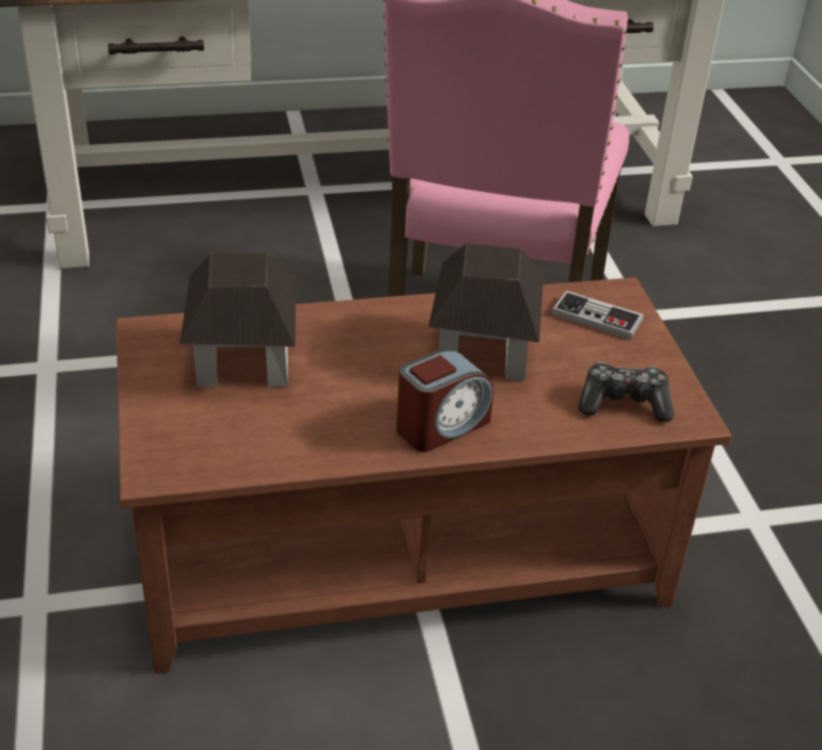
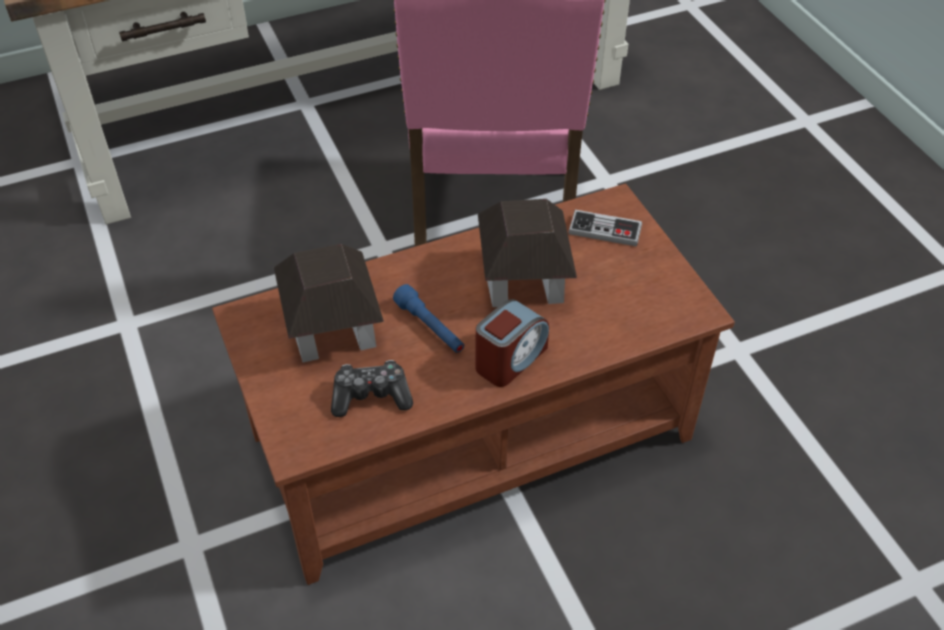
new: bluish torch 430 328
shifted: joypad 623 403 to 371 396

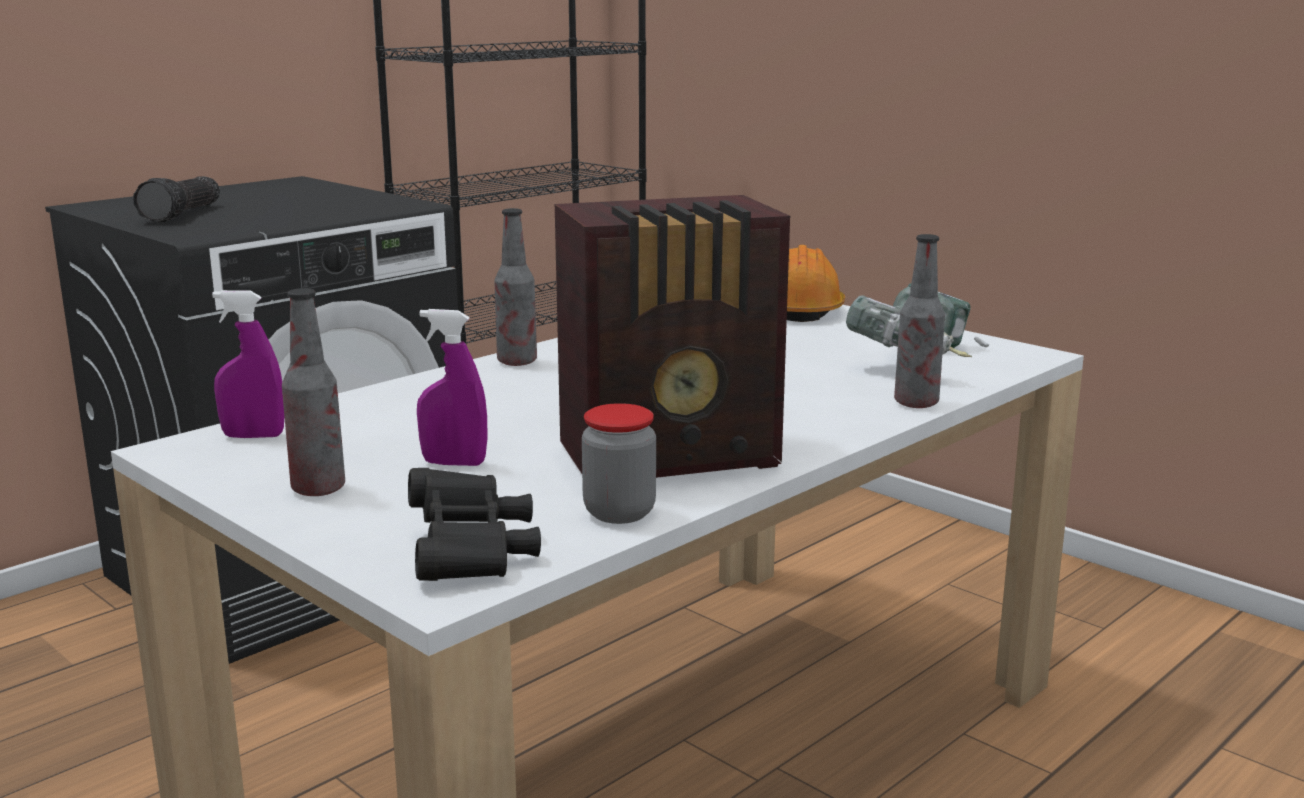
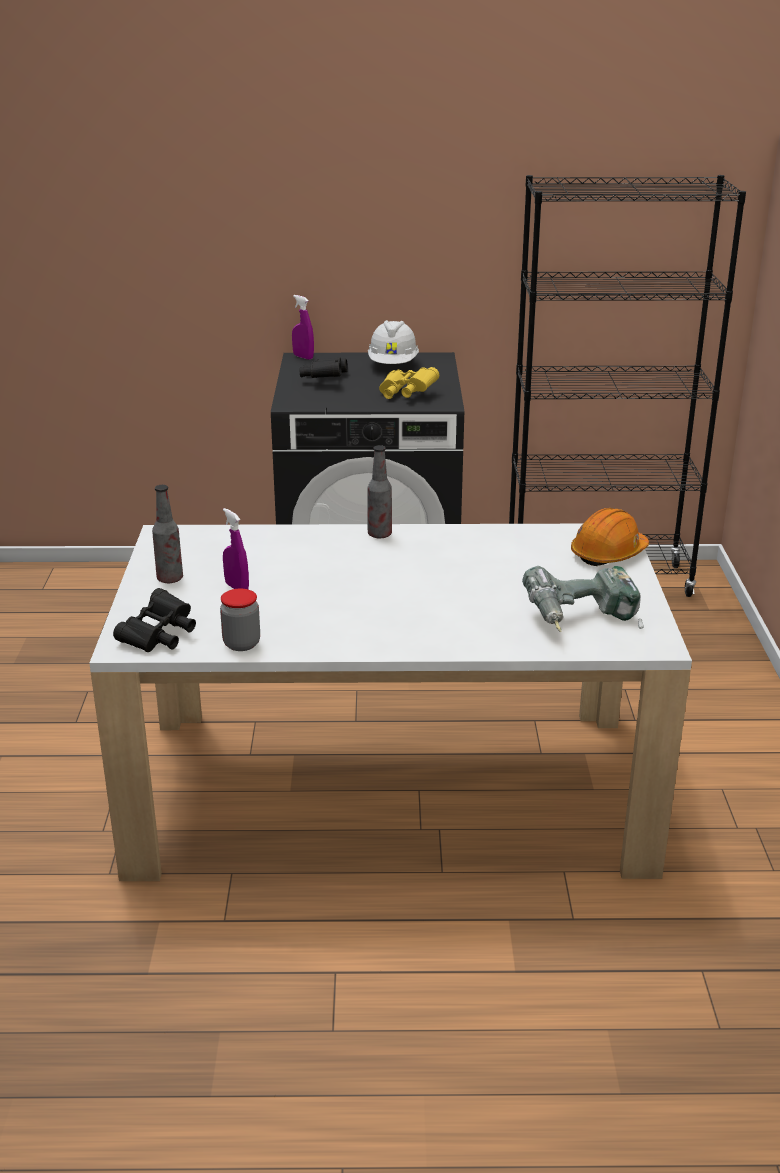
gone: radio 674 456; bottle 916 403
new: white-coloured safety helmet 393 365; yellow-coloured field glasses 405 394
shifted: purple-coloured sprayer 253 436 to 303 357
swapped: torch 184 214 to black field glasses 324 380

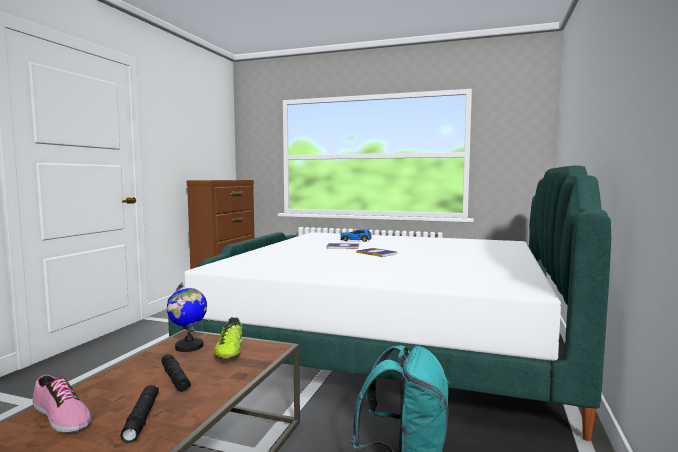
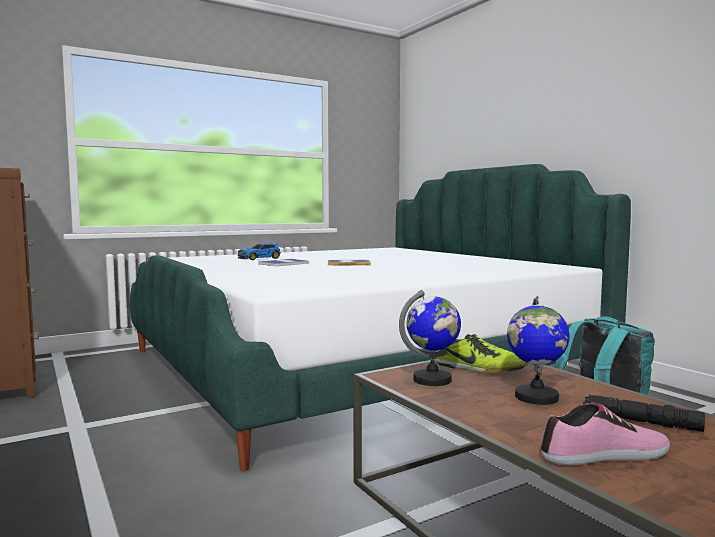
swapped: black torch 175 378 to world globe 536 397

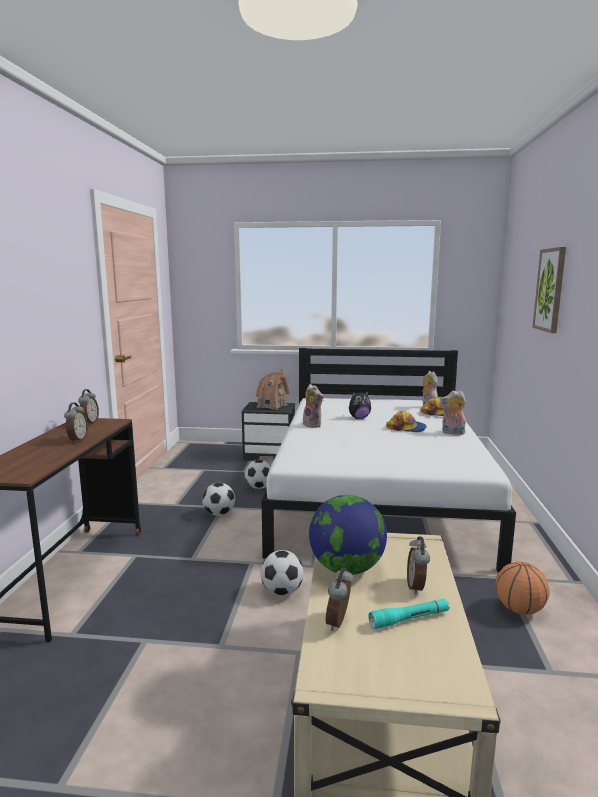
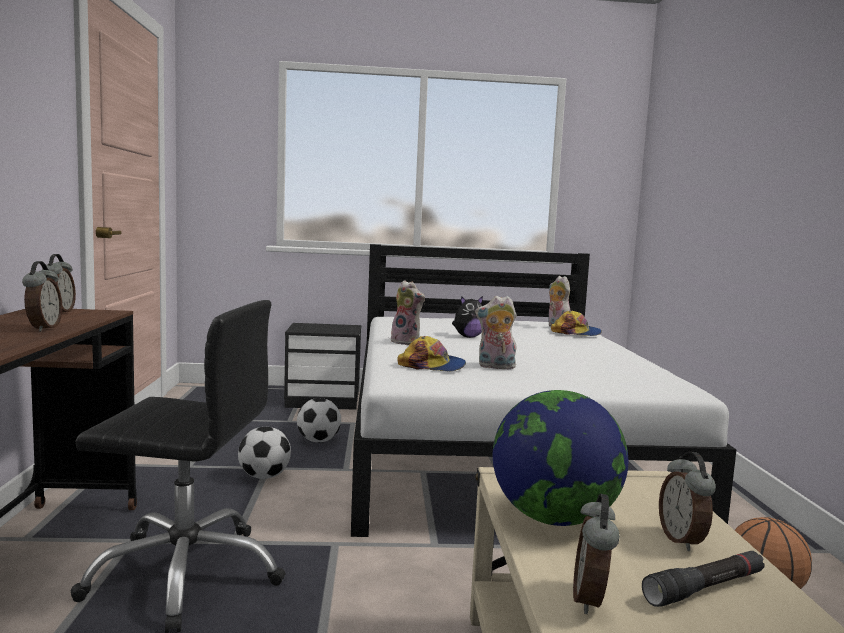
gone: wall art 550 290; toy house 272 406; football ball 282 591
new: black desk chair 186 574
shifted: plush toy 452 433 to 495 367; baseball cap 406 428 to 432 365
repainted: turquoise torch 409 619 to black torch 705 588

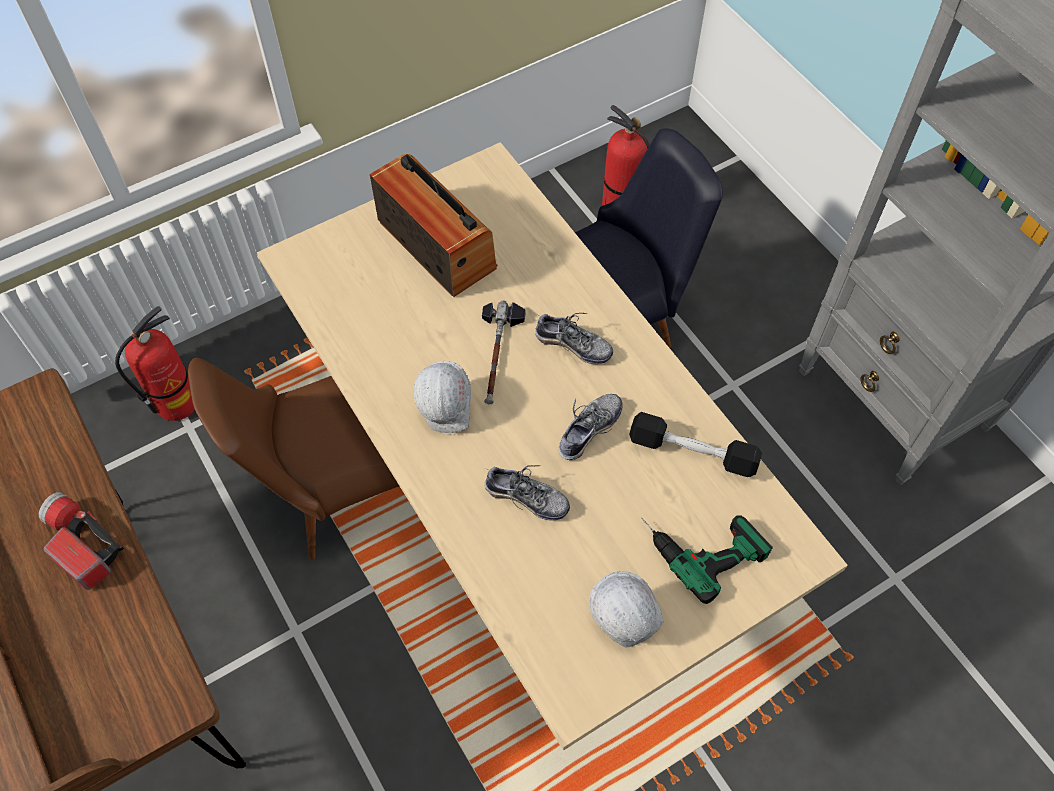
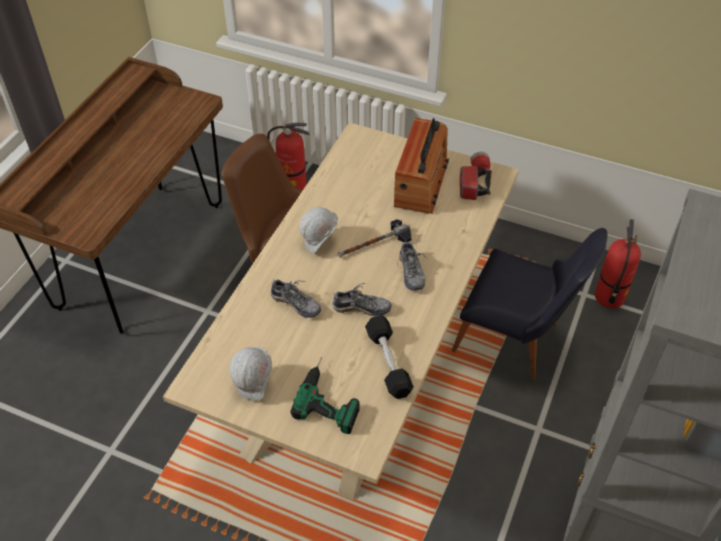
shifted: torch 81 545 to 475 182
rotated: shoe 527 498 = 296 304 45 degrees counterclockwise

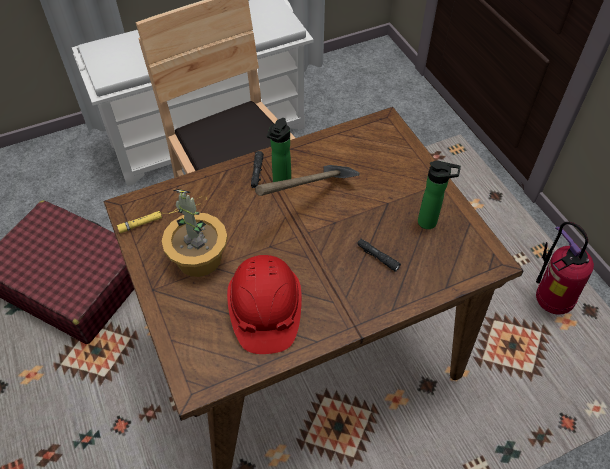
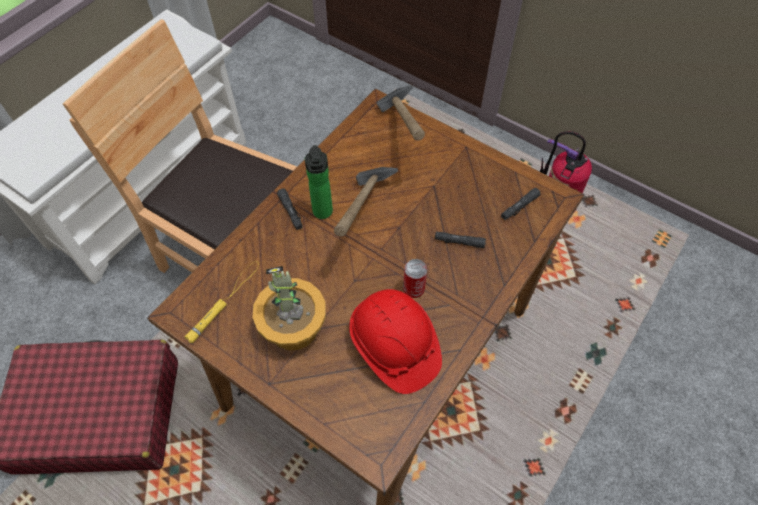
gone: bottle 430 222
new: hammer 403 138; black torch 519 207; can 413 289

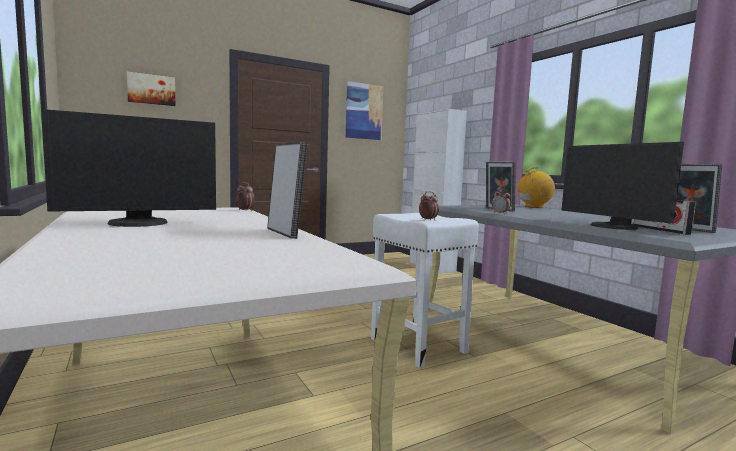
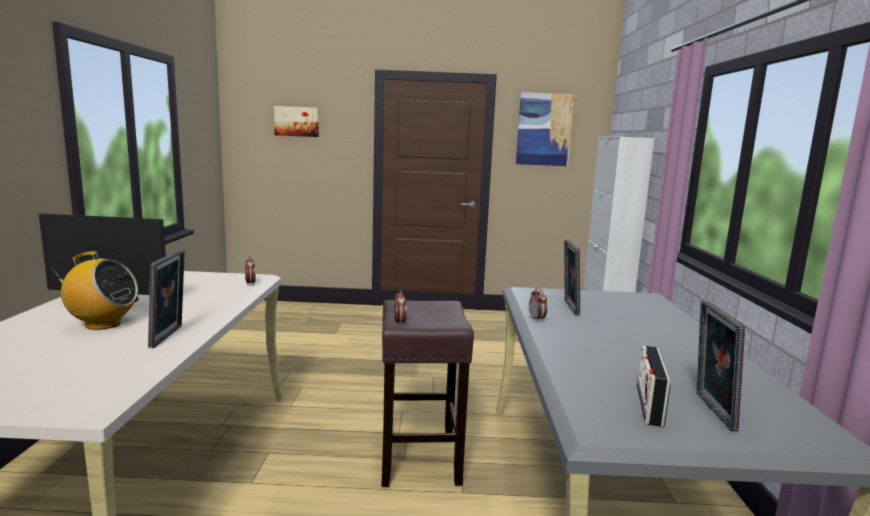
gone: monitor 612 227
shifted: radio 534 207 to 102 324
repainted: white-coloured stool seat 416 345 to brown stool seat 419 457

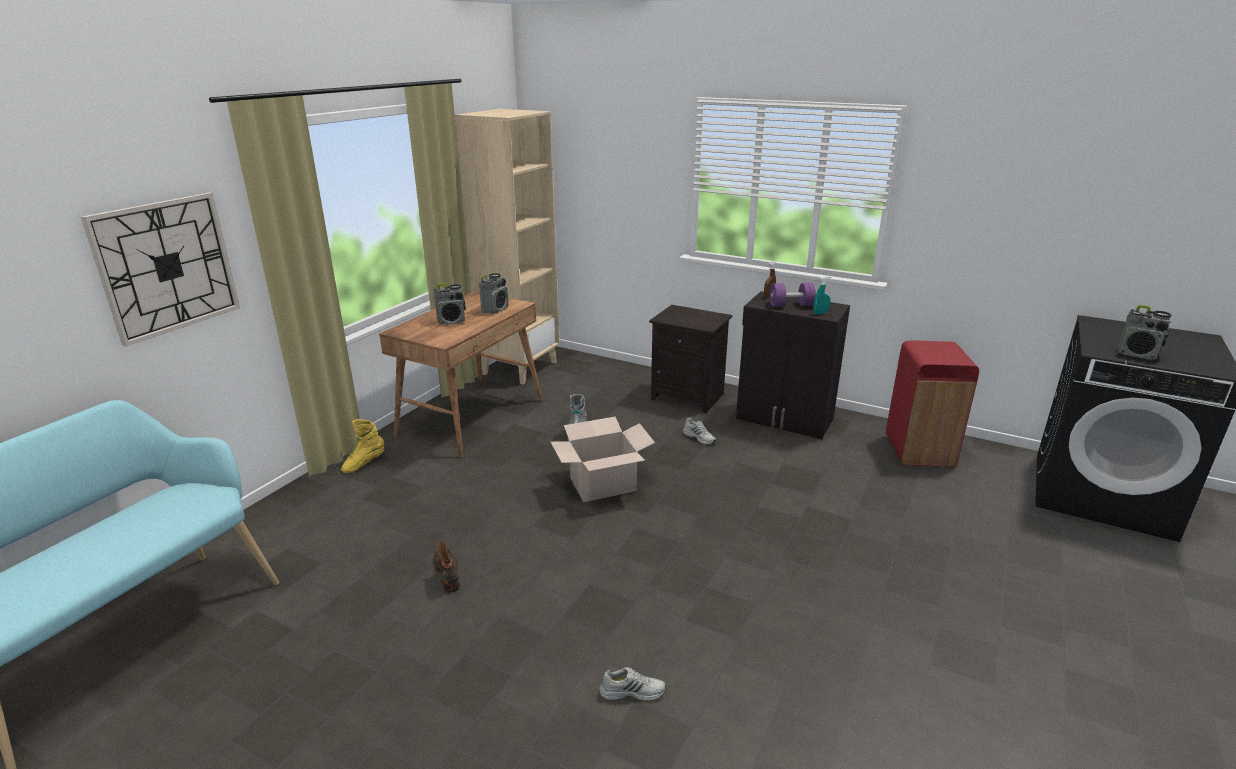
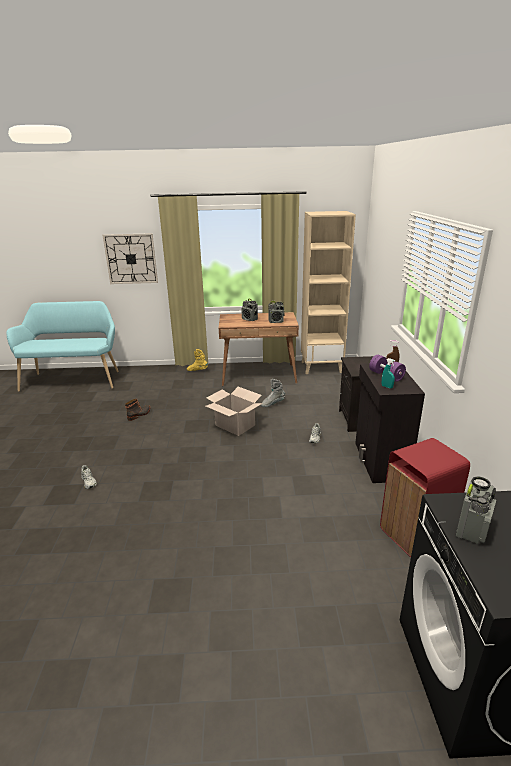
rotated: radio 1137 354 = 472 529 150 degrees counterclockwise

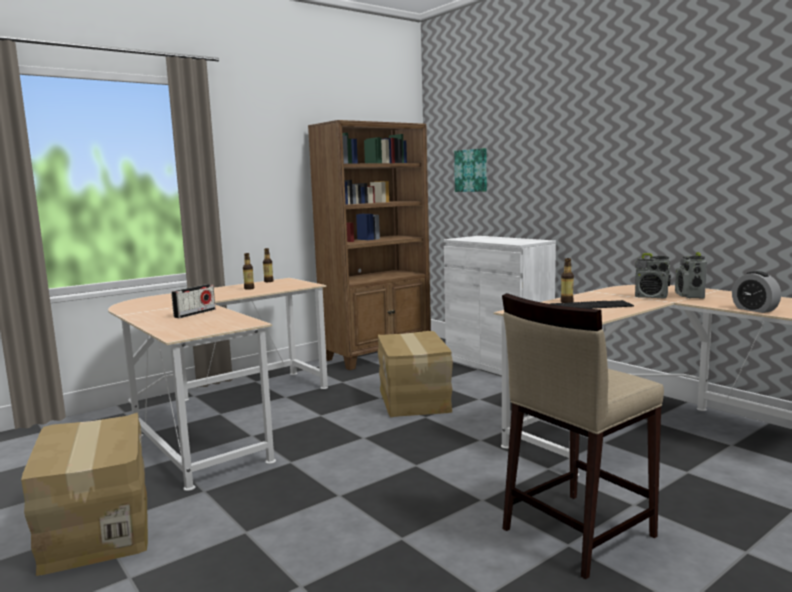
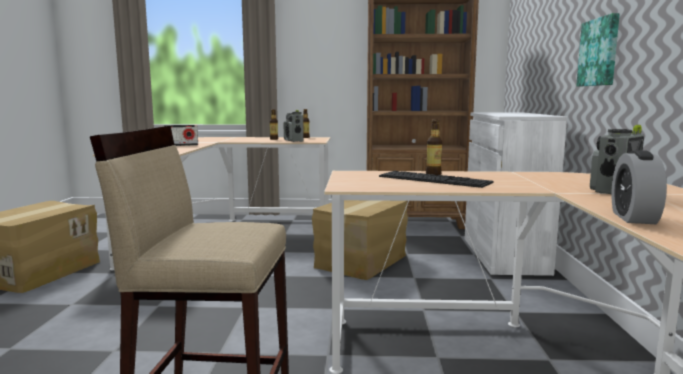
shifted: wall art 471 170 to 600 52; radio 651 297 to 293 141

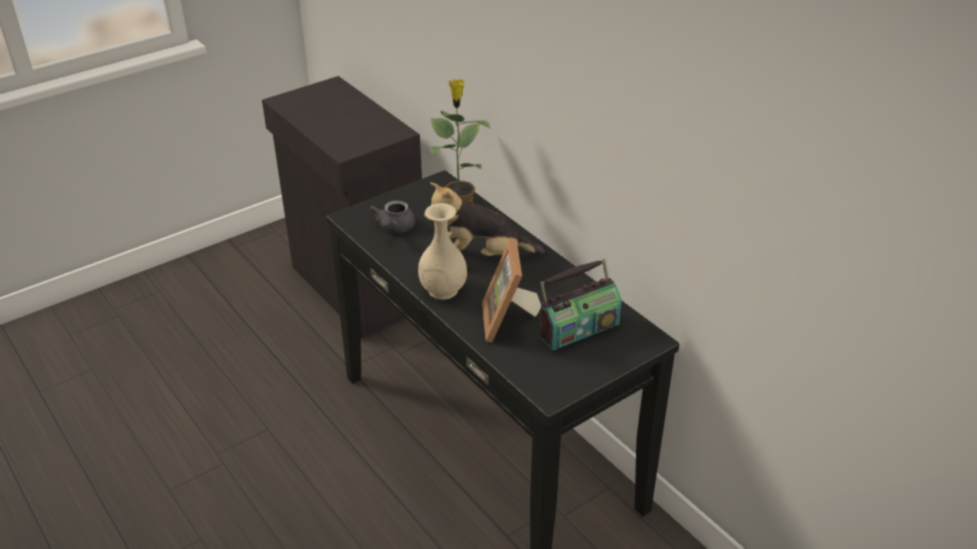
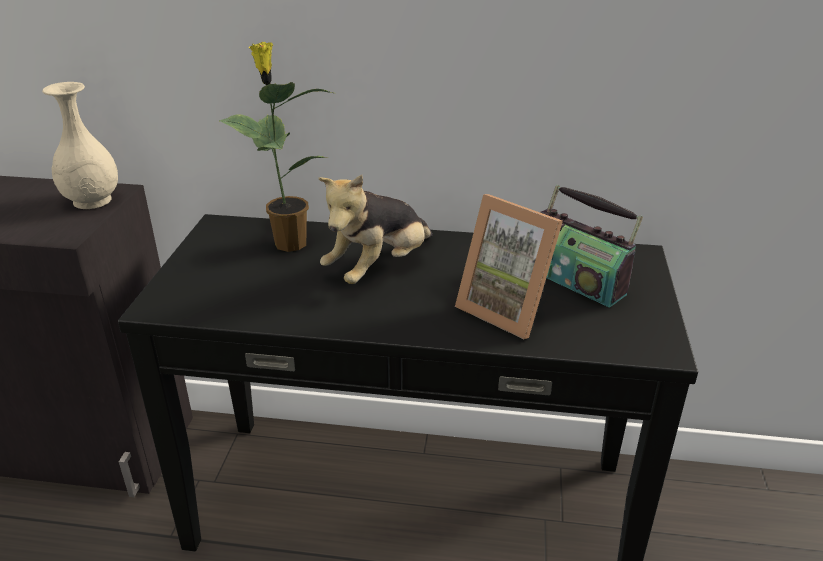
gone: gray tea pot 394 228
shifted: sand-coloured flower vase 442 290 to 91 201
rotated: radio 578 329 = 575 279 120 degrees clockwise

